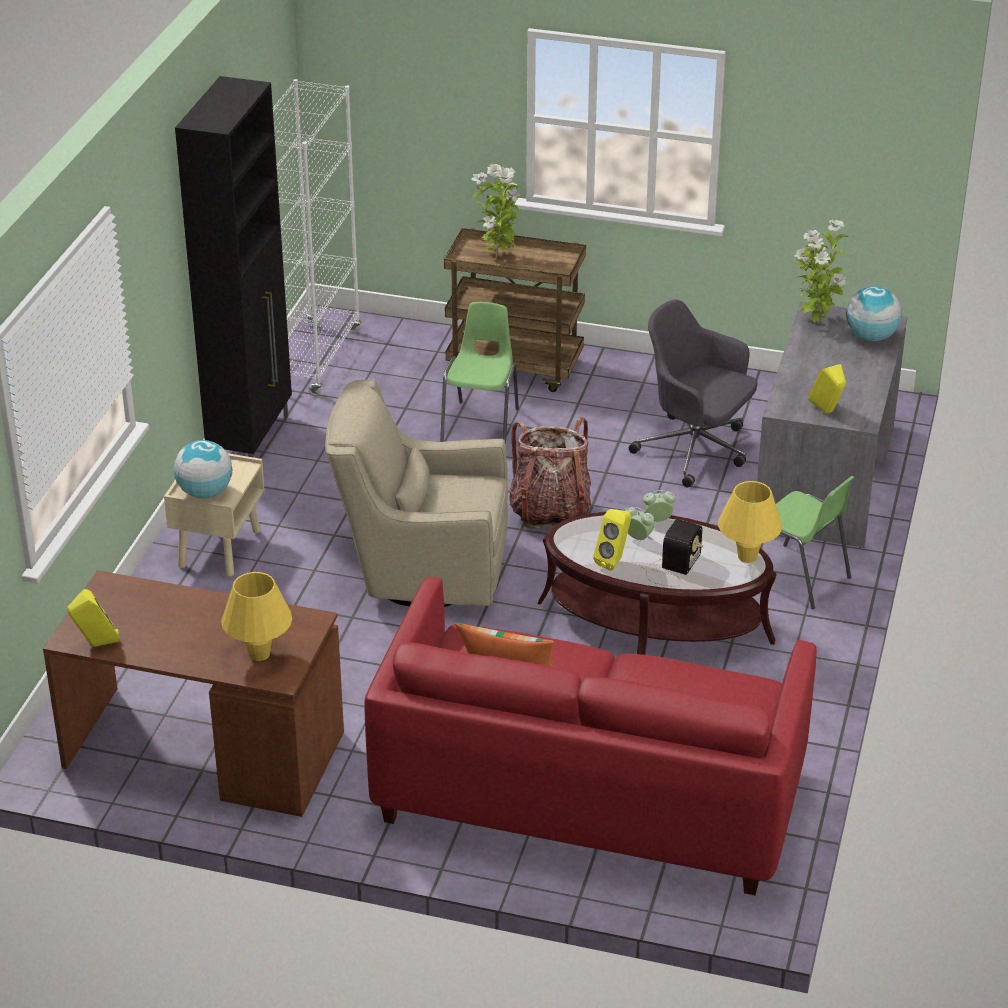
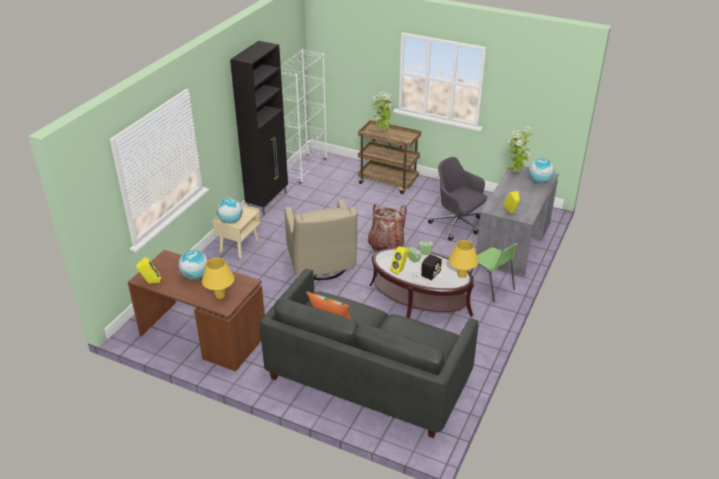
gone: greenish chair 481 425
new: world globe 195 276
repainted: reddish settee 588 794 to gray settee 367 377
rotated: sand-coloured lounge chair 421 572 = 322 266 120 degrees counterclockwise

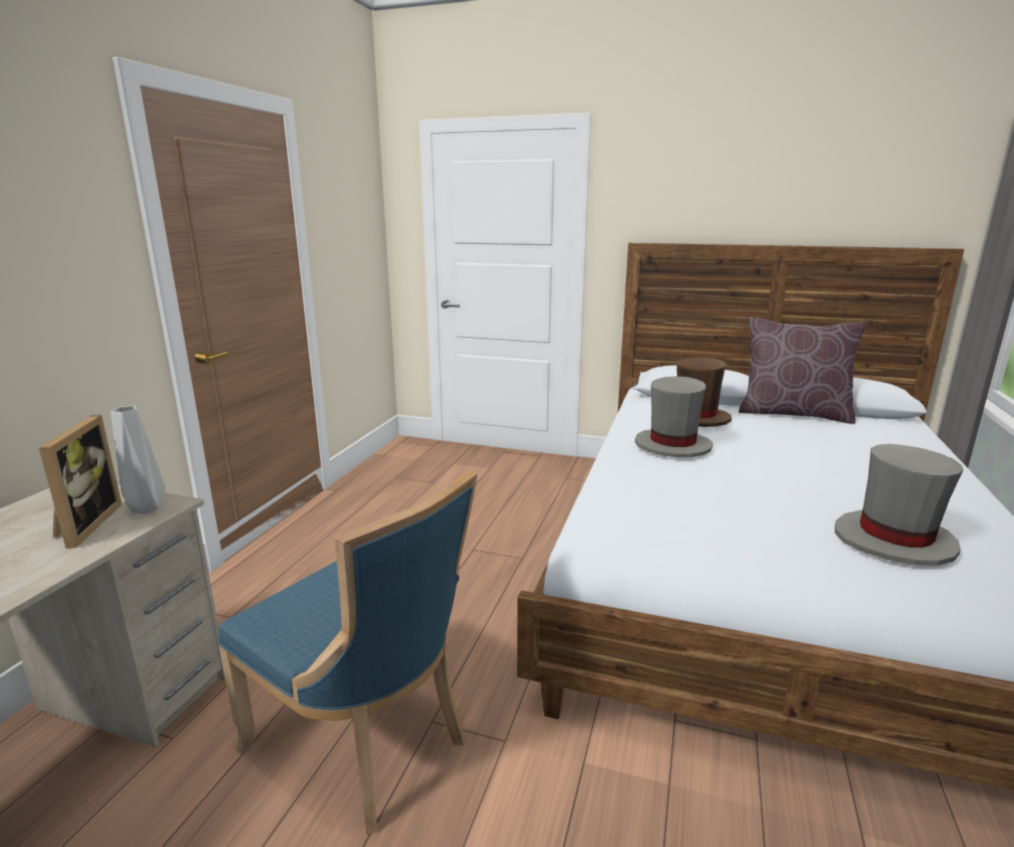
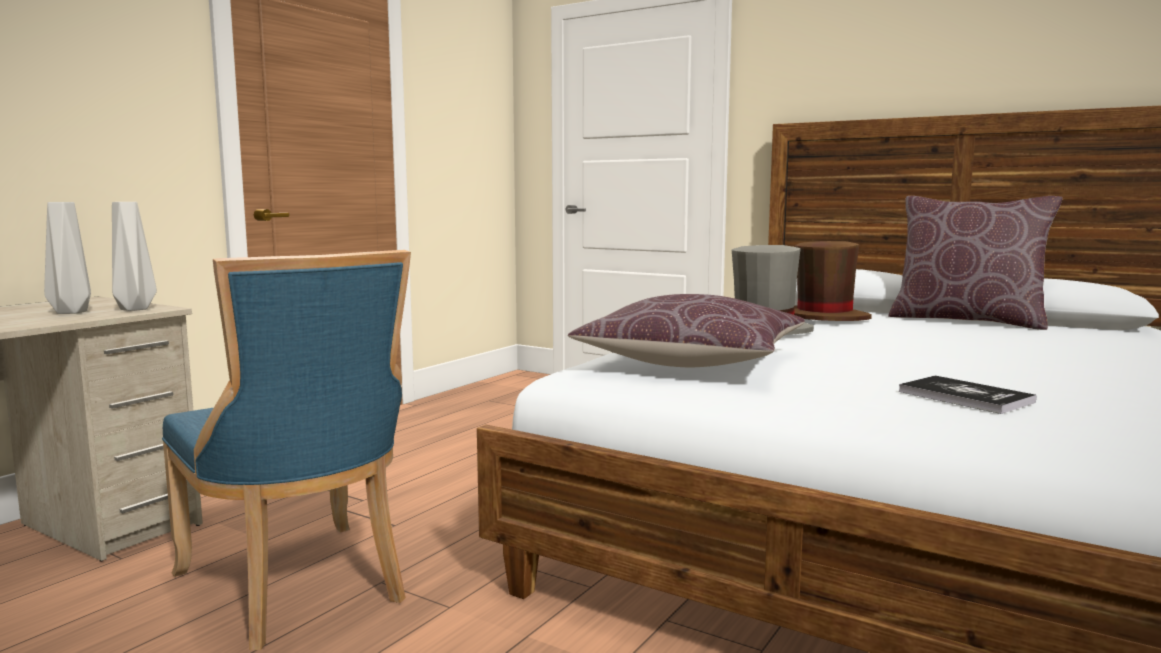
new: brown cushion 691 361
swapped: photo frame 84 525 to gray flower vase 73 312; gray hat 894 541 to volume 965 397

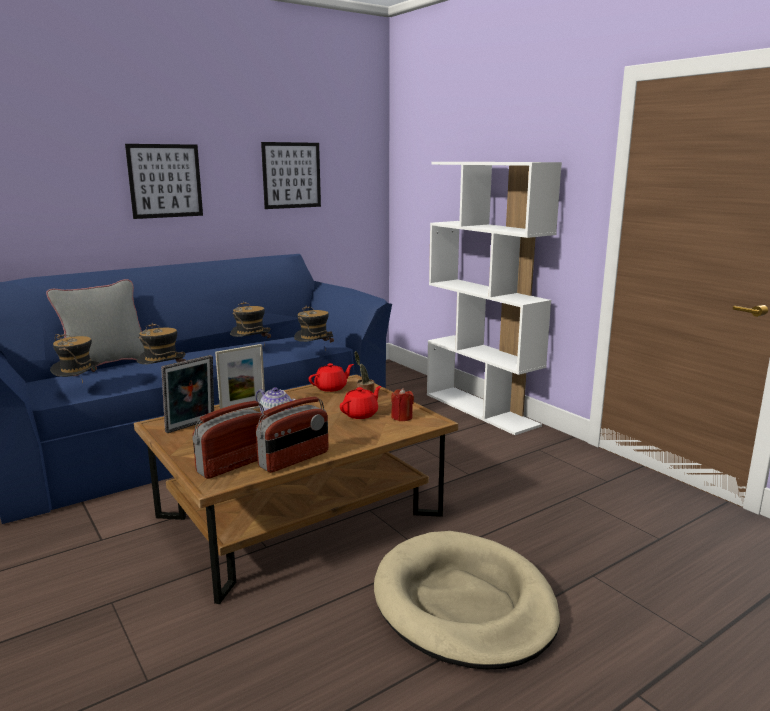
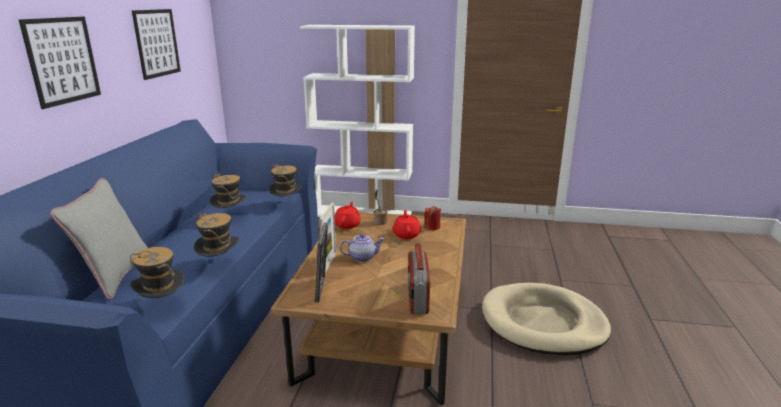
gone: radio 294 459

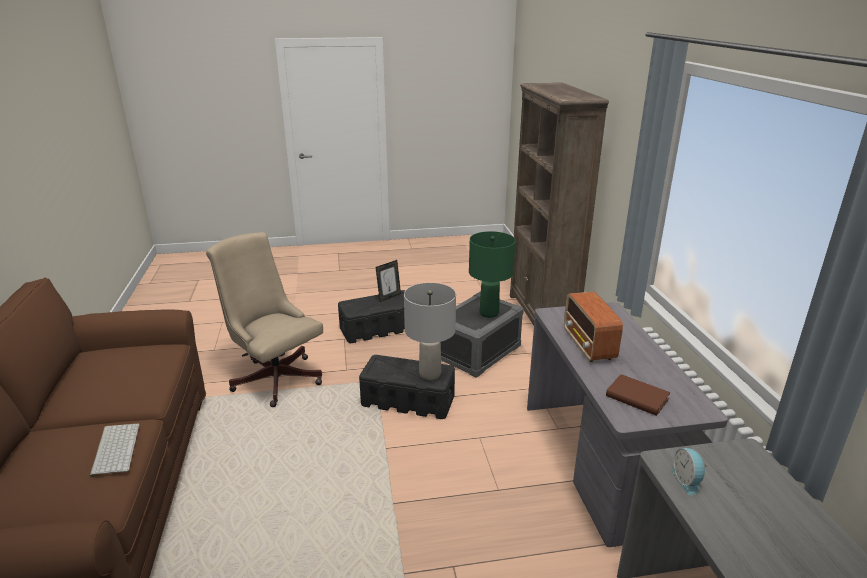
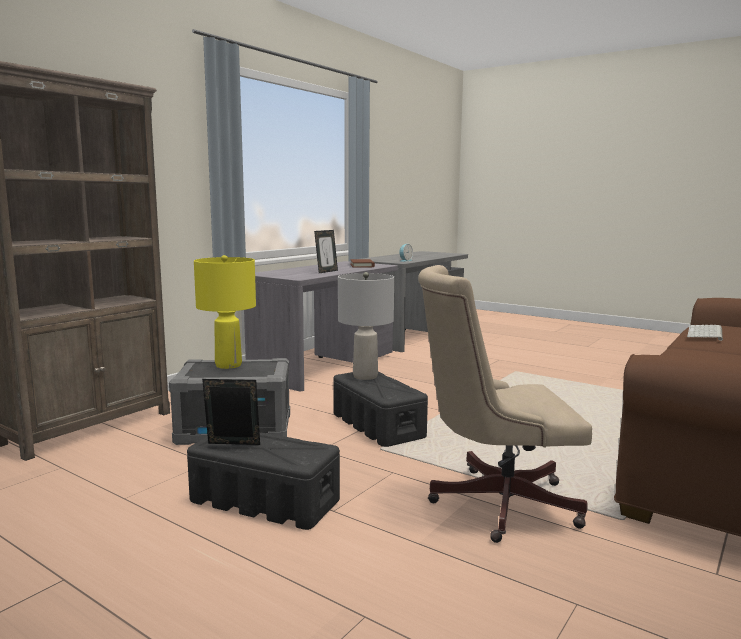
swapped: radio 589 345 to photo frame 326 271
repainted: greenish tabletop lamp 489 313 to yellow-coloured tabletop lamp 228 365
rotated: sand-coloured desk chair 274 377 = 494 503 90 degrees clockwise

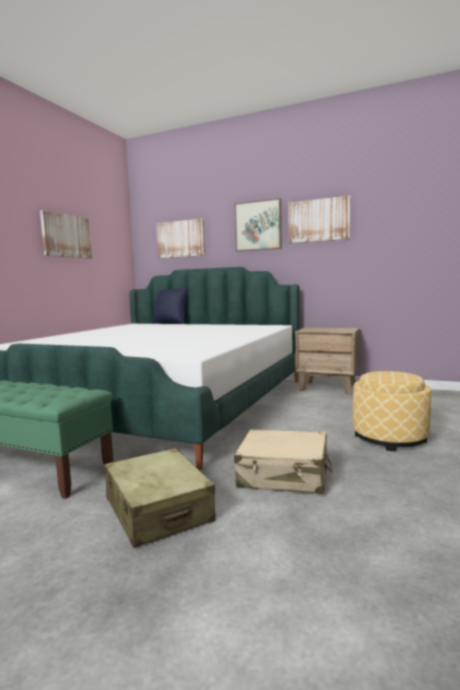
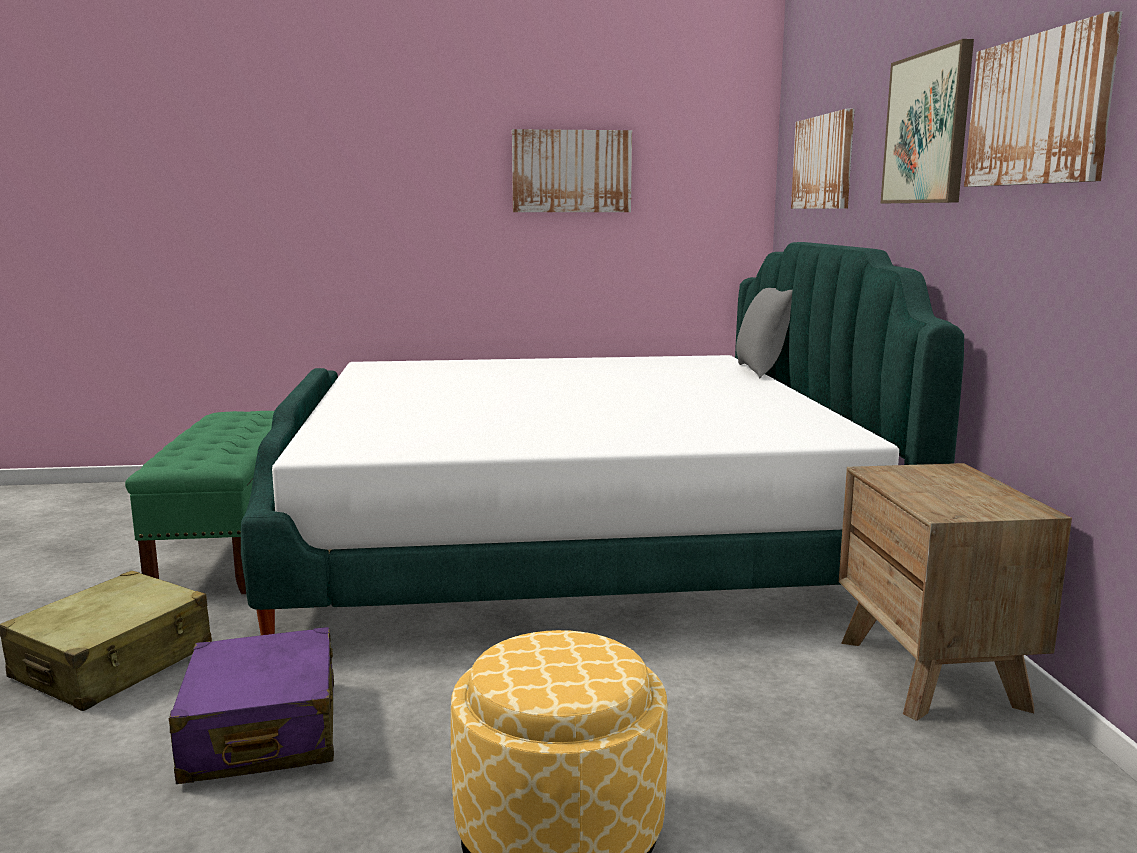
repainted: bluish cushion 171 323 to gray cushion 763 371; sand-coloured suitcase 284 475 to purple-coloured suitcase 262 732

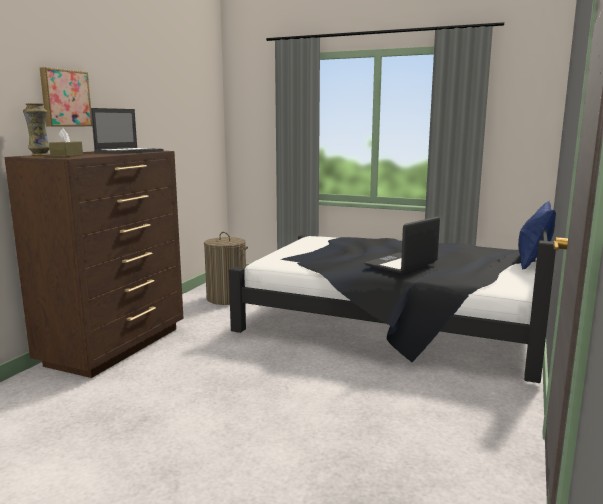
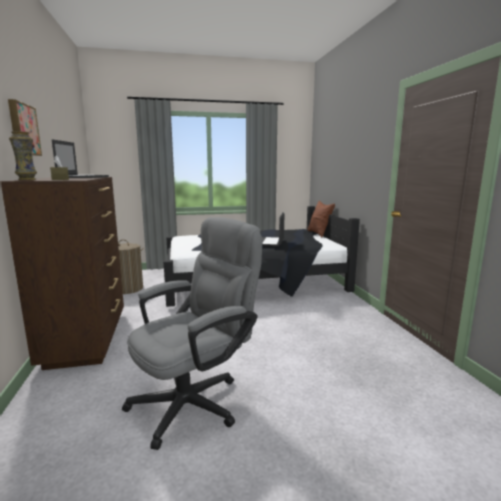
new: gray desk chair 196 400
repainted: bluish cushion 533 263 to brown cushion 319 234

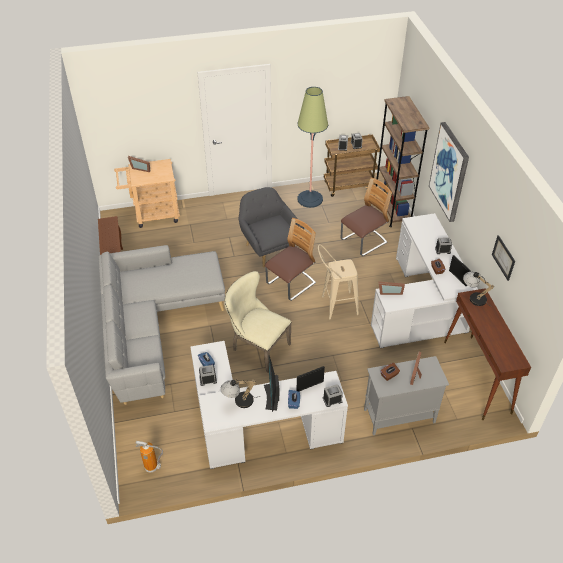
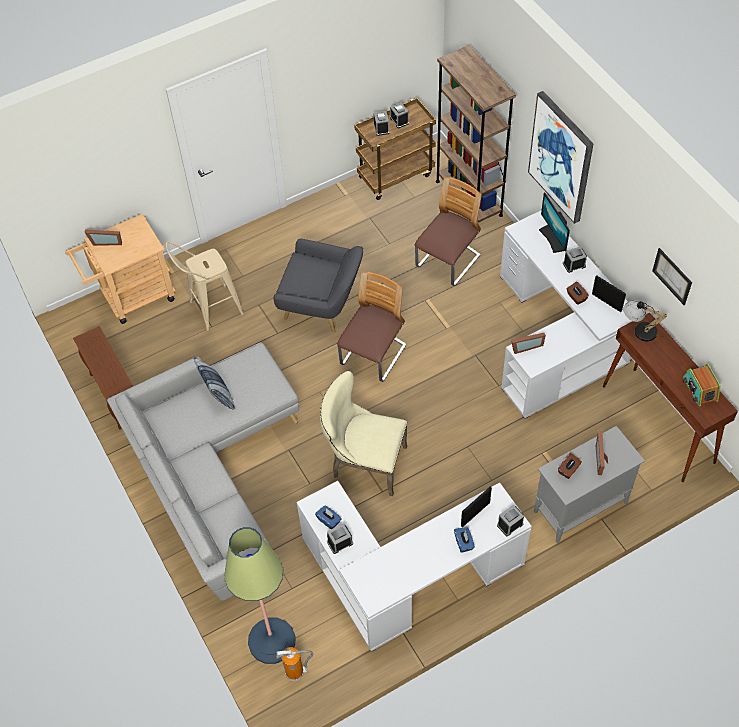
gone: tabletop lamp 239 401
new: cushion 217 395; radio 699 389
shifted: floor lamp 310 199 to 271 641; sand-coloured stool seat 335 306 to 210 310; monitor 272 397 to 553 239
rotated: gray lounge chair 269 248 = 322 306 150 degrees clockwise

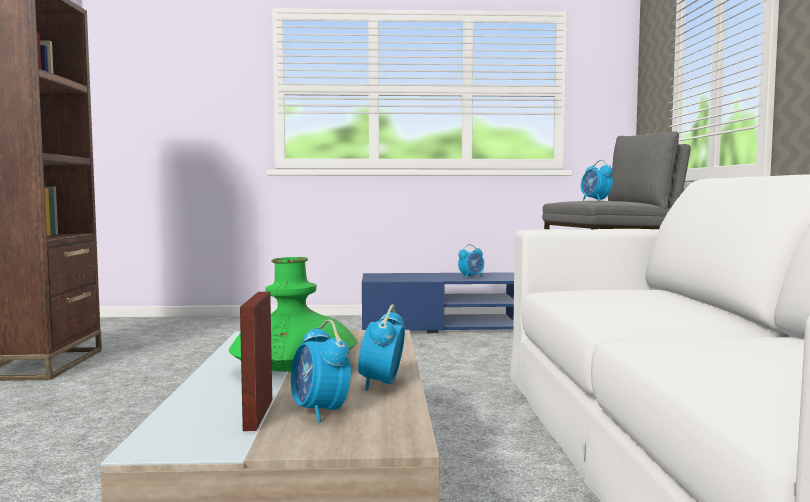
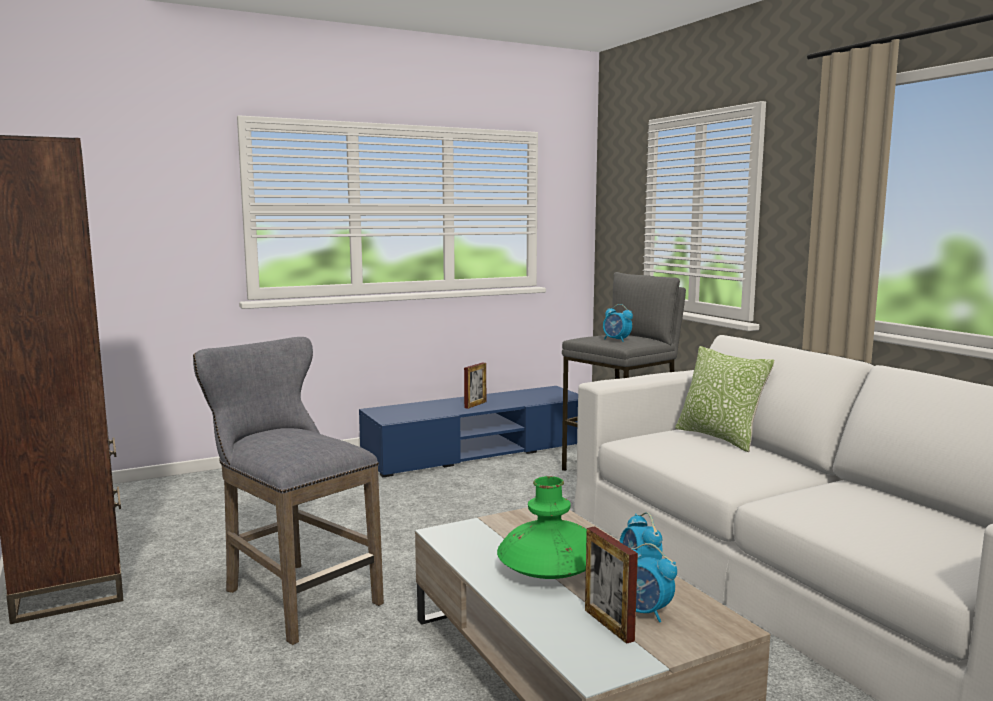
new: gray stool seat 294 595; cushion 719 438
swapped: bedside clock 471 277 to photo frame 475 405

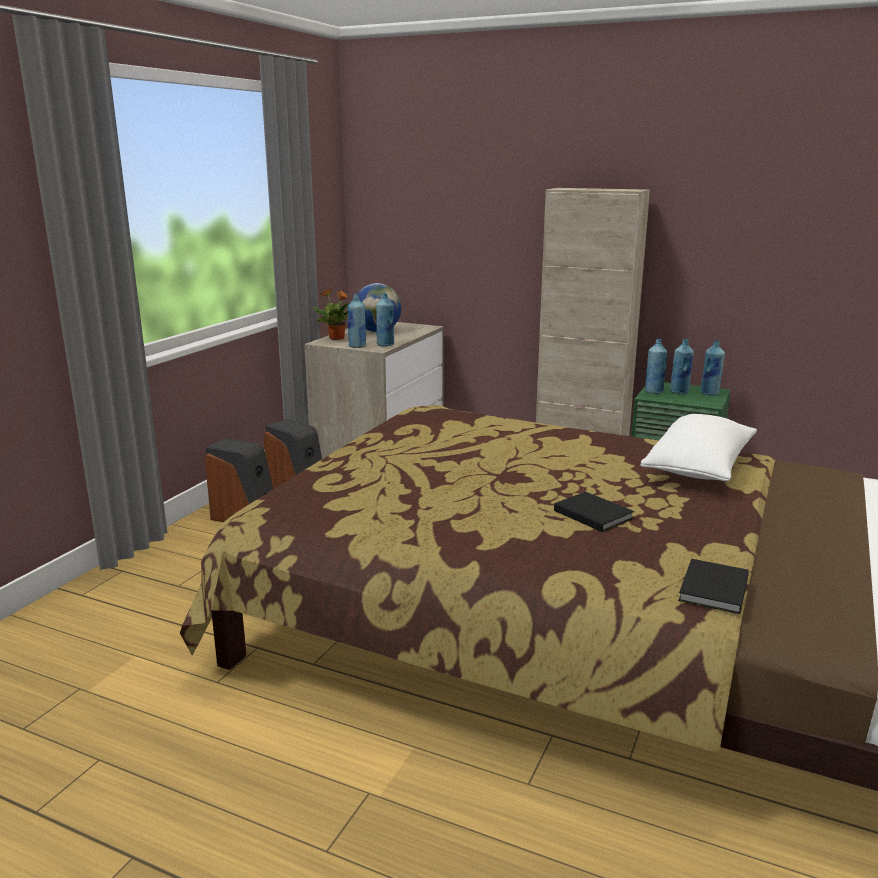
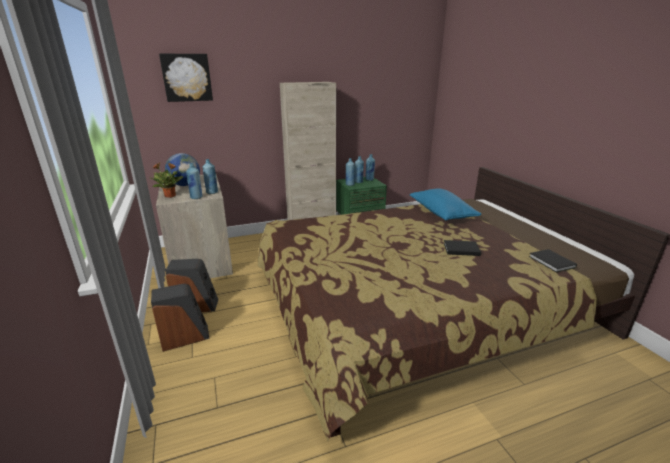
new: wall art 187 77
repainted: white-coloured cushion 699 468 to bluish cushion 441 214

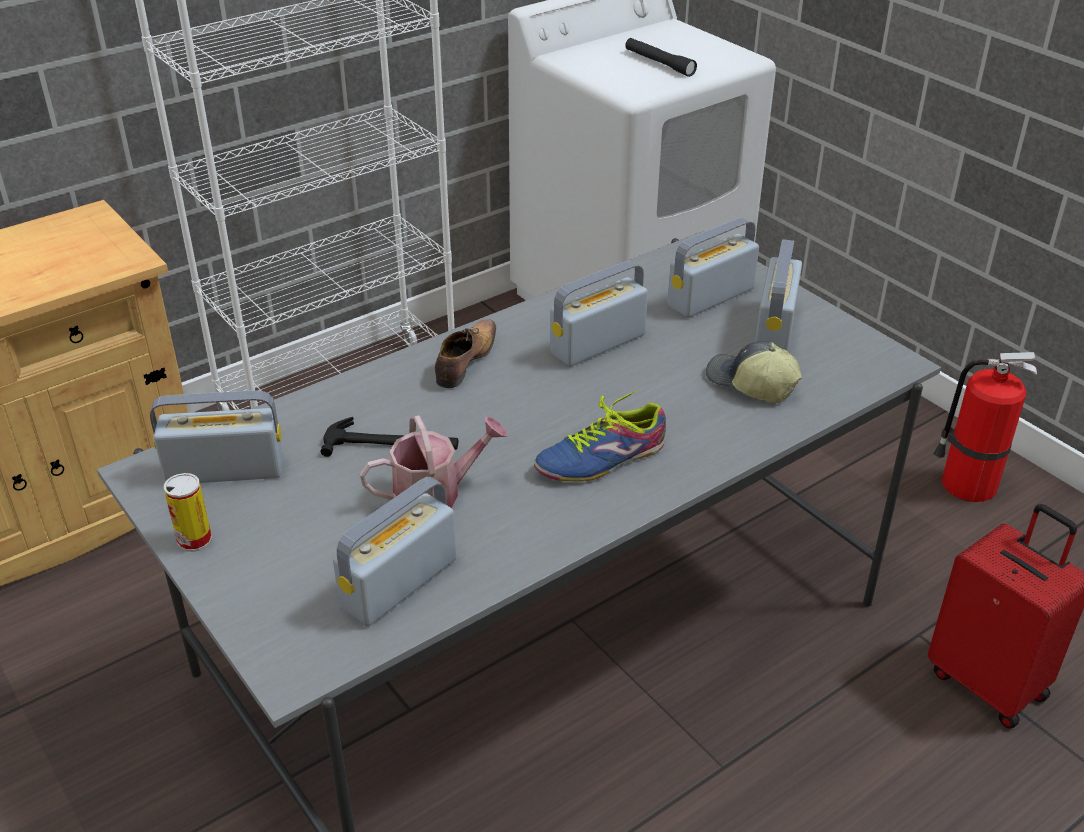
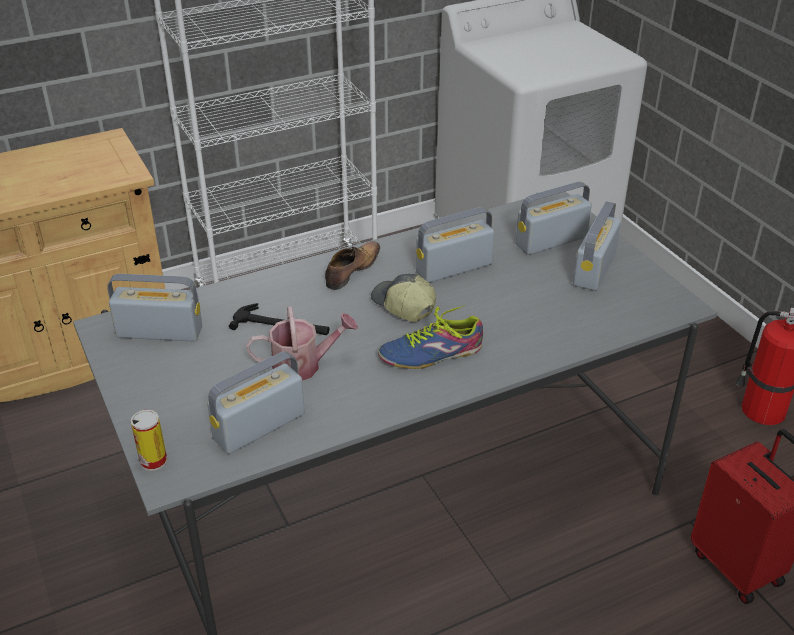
gone: black torch 659 63
shifted: baseball cap 750 384 to 402 306; can 194 539 to 153 461

